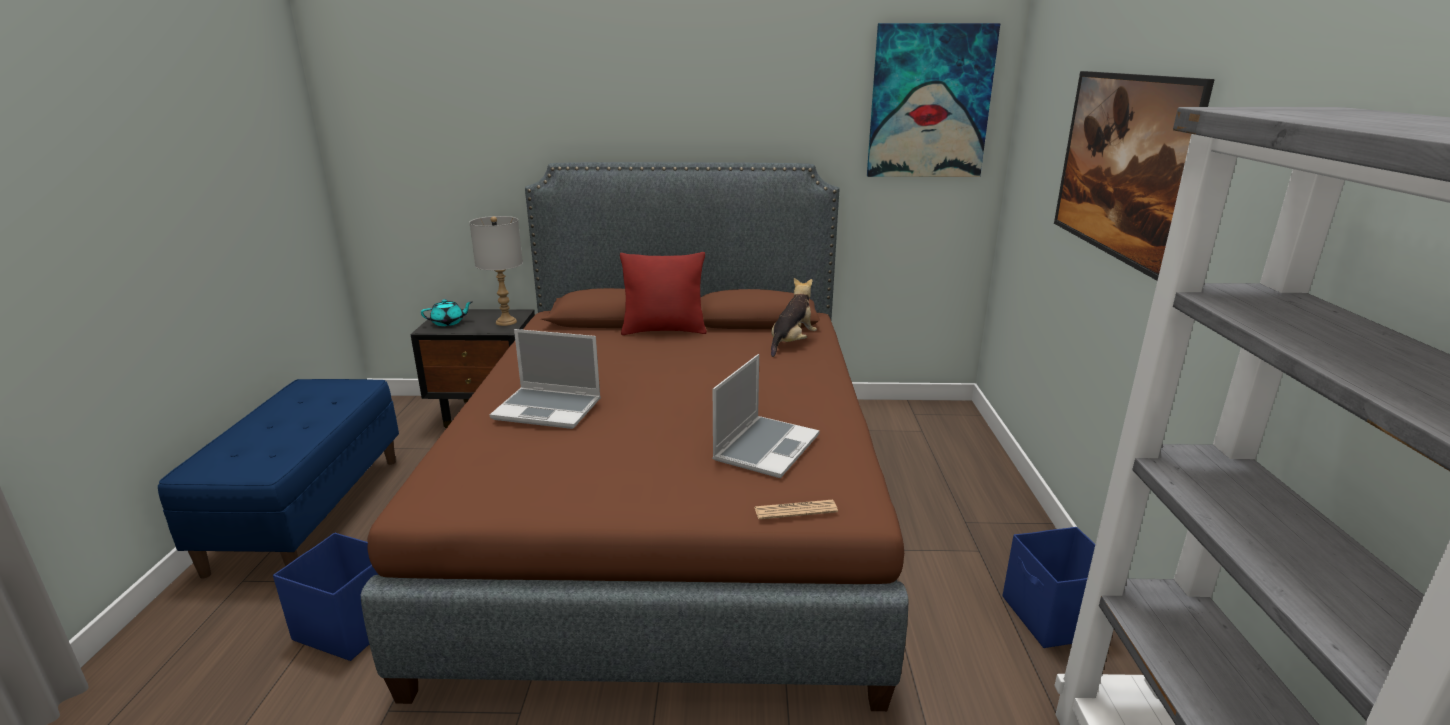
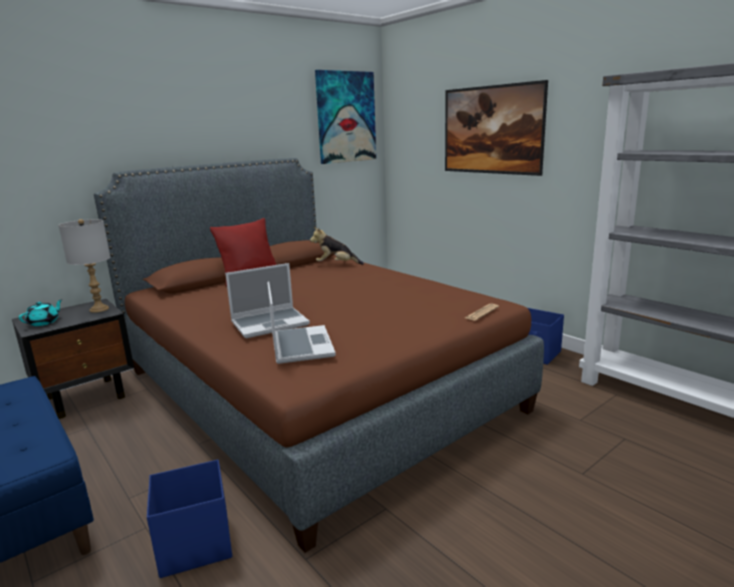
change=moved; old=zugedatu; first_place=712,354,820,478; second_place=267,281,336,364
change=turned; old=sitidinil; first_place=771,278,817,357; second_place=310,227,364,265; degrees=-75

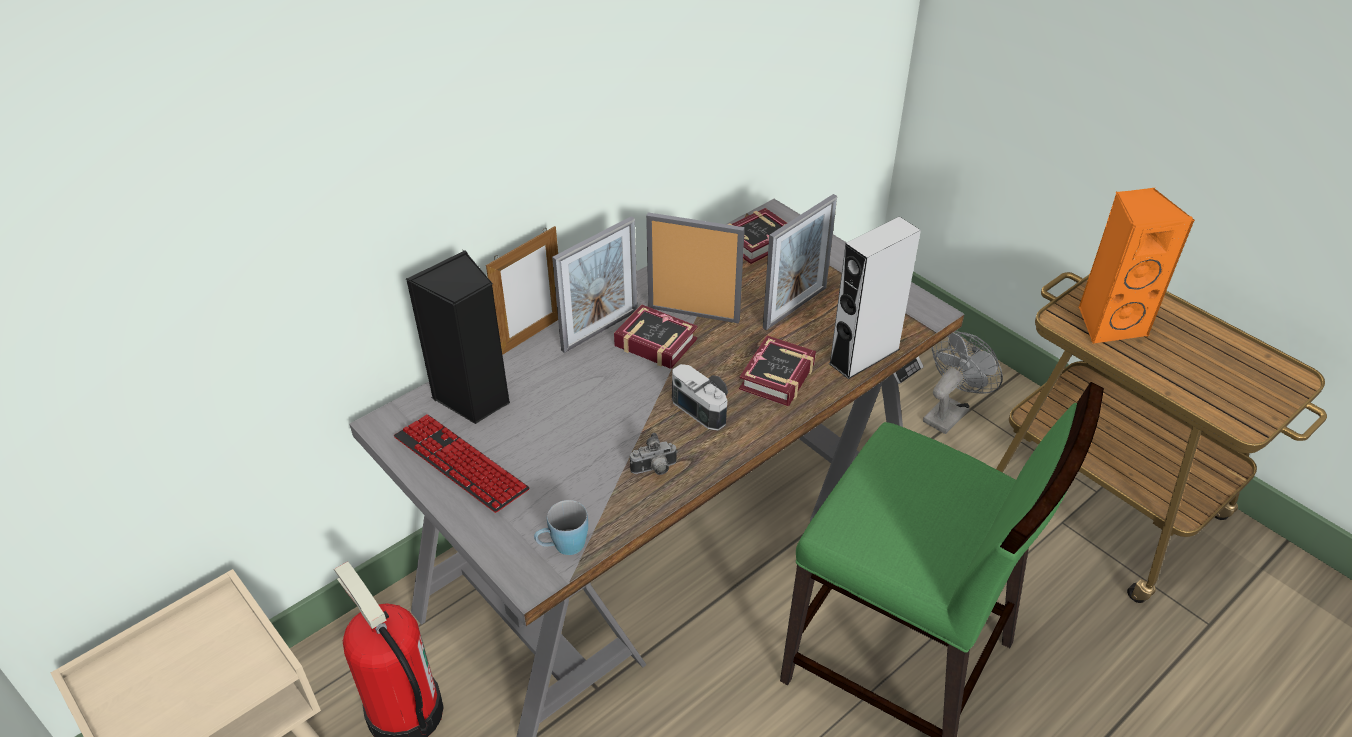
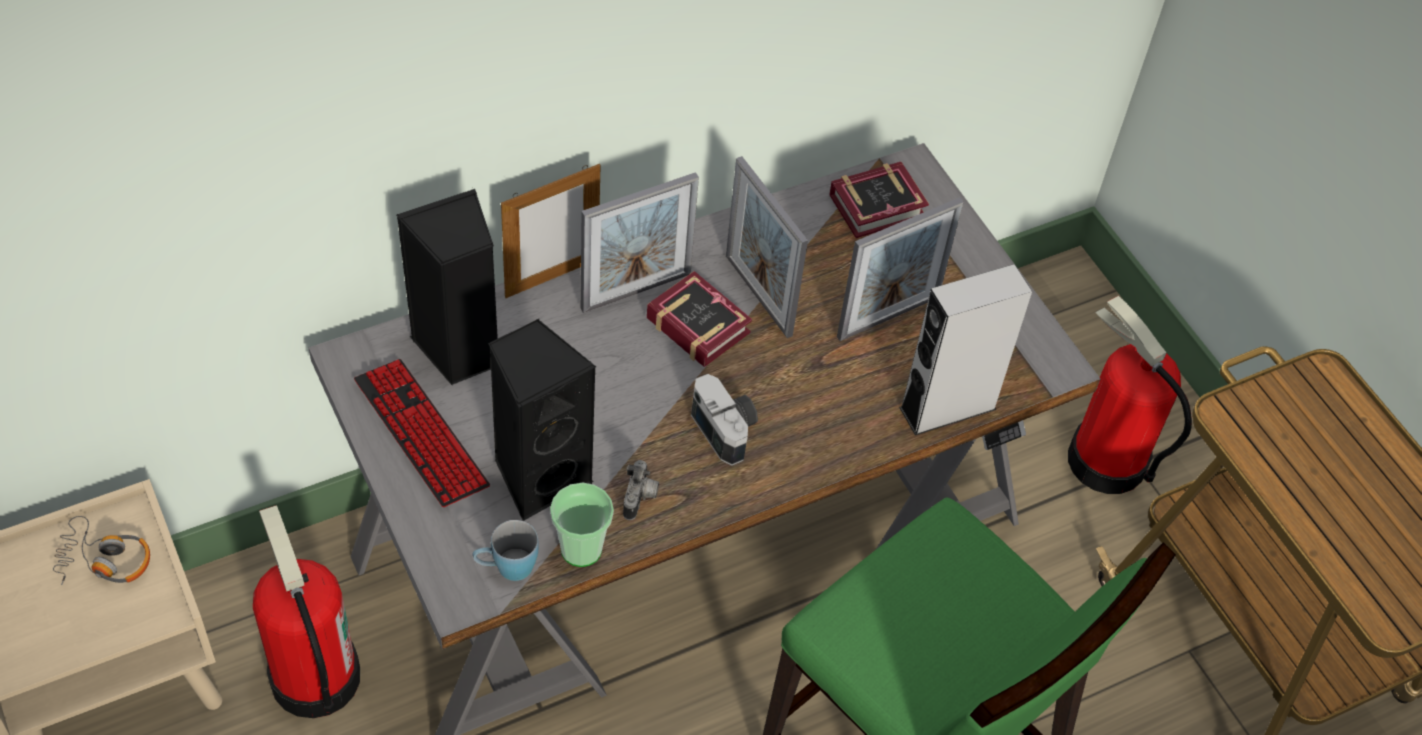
change=removed; old=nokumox; first_place=739,336,816,407
change=removed; old=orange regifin; first_place=1079,188,1194,344
change=added; new=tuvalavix; second_place=53,516,150,585
change=added; new=black regifin; second_place=488,319,596,521
change=added; new=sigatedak; second_place=550,483,614,567
change=replaced; old=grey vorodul; new=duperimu; first_place=923,331,1003,434; second_place=1068,296,1192,494
change=turned; old=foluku; first_place=630,433,678,475; second_place=623,460,659,520; degrees=-75
change=turned; old=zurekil; first_place=646,212,745,324; second_place=726,156,808,338; degrees=-150

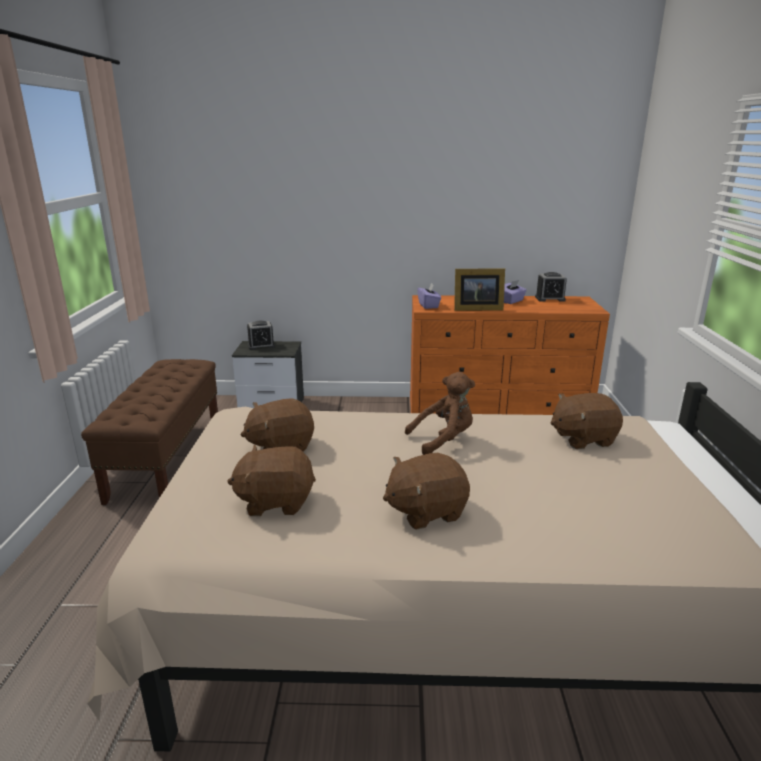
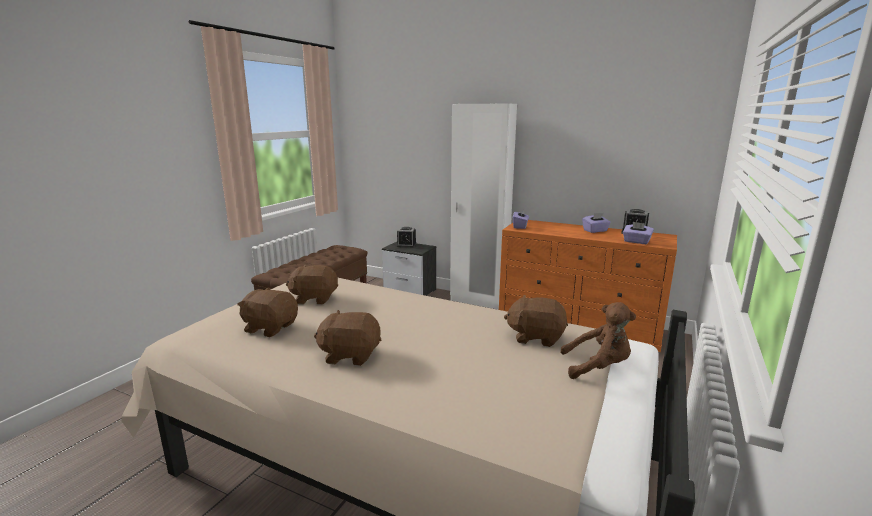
change=removed; old=zurekil; first_place=454,268,505,311
change=added; new=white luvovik; second_place=450,104,517,310
change=added; new=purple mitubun; second_place=623,222,654,244
change=moved; old=brown sitidinil; first_place=405,372,475,455; second_place=560,302,636,379

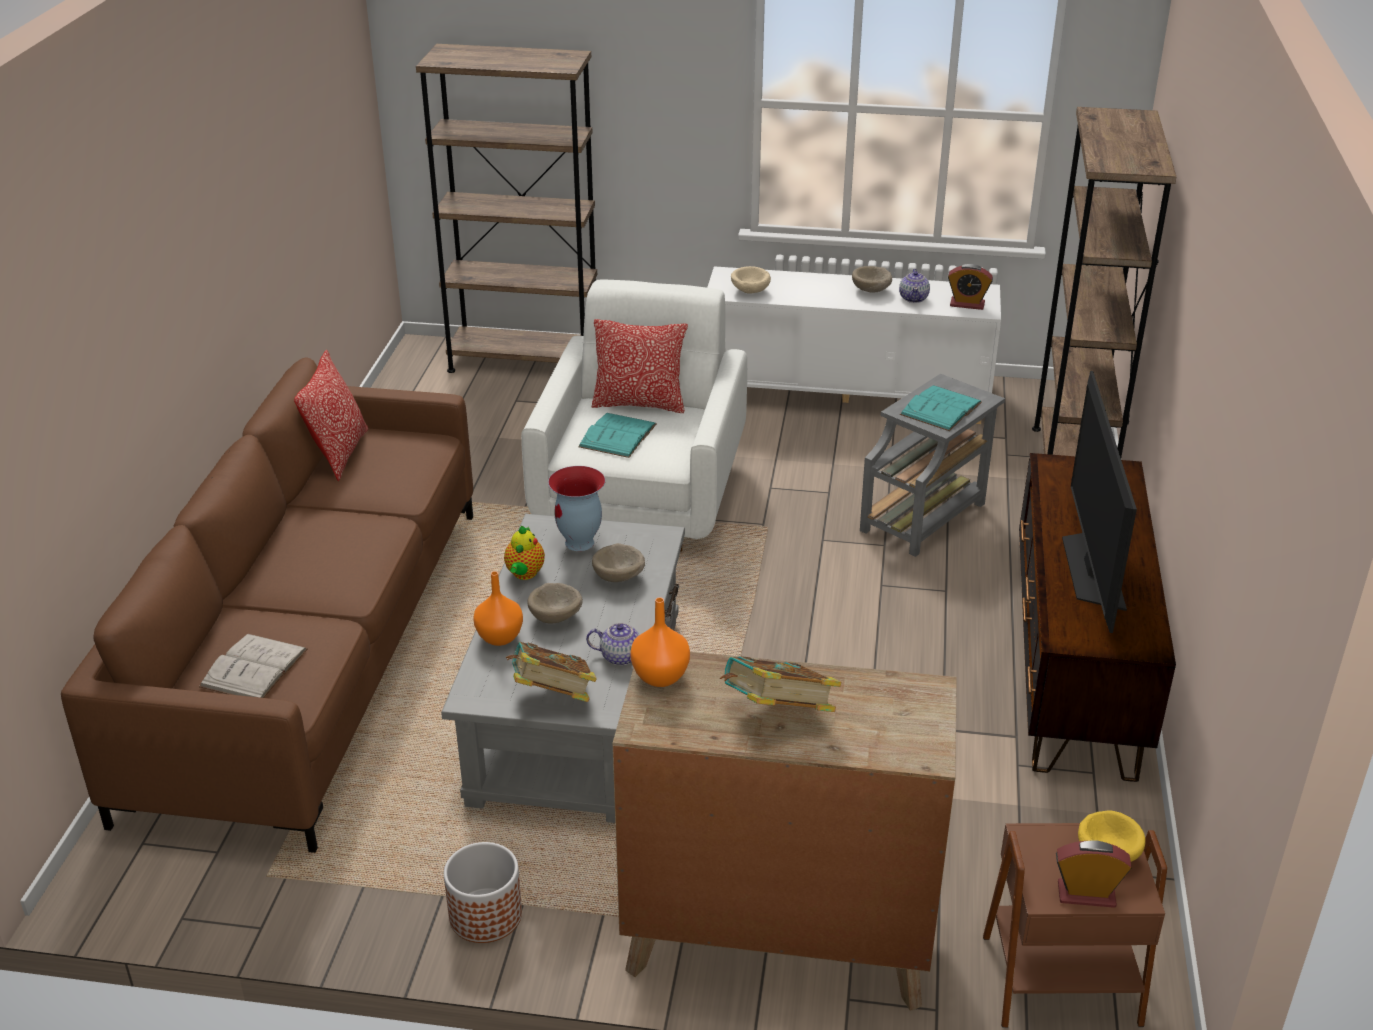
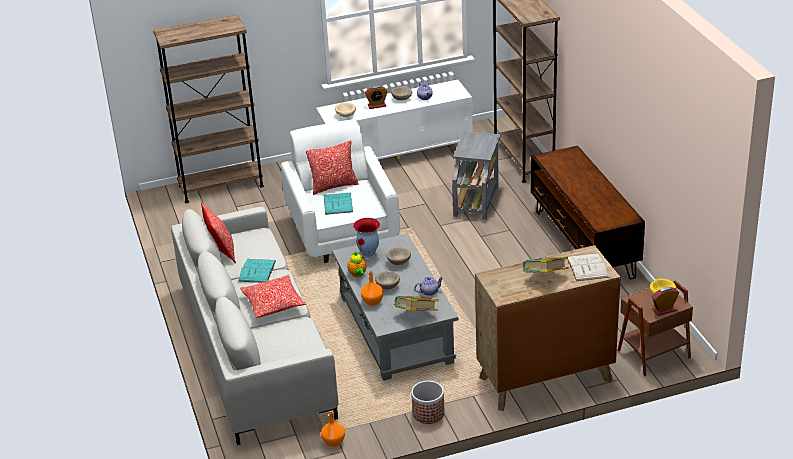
change=removed; old=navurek; first_place=1062,371,1137,633
change=added; new=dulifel; second_place=240,275,306,318
change=moved; old=white nokumox; first_place=199,634,308,698; second_place=567,253,609,281
change=moved; old=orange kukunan; first_place=631,597,690,687; second_place=321,412,345,447
change=moved; old=turquoise nokumox; first_place=900,385,982,431; second_place=238,259,276,283
change=moved; old=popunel; first_place=948,264,993,310; second_place=365,86,387,109
change=recoloured; old=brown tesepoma; new=grey tesepoma; first_place=61,358,473,853; second_place=171,207,338,445

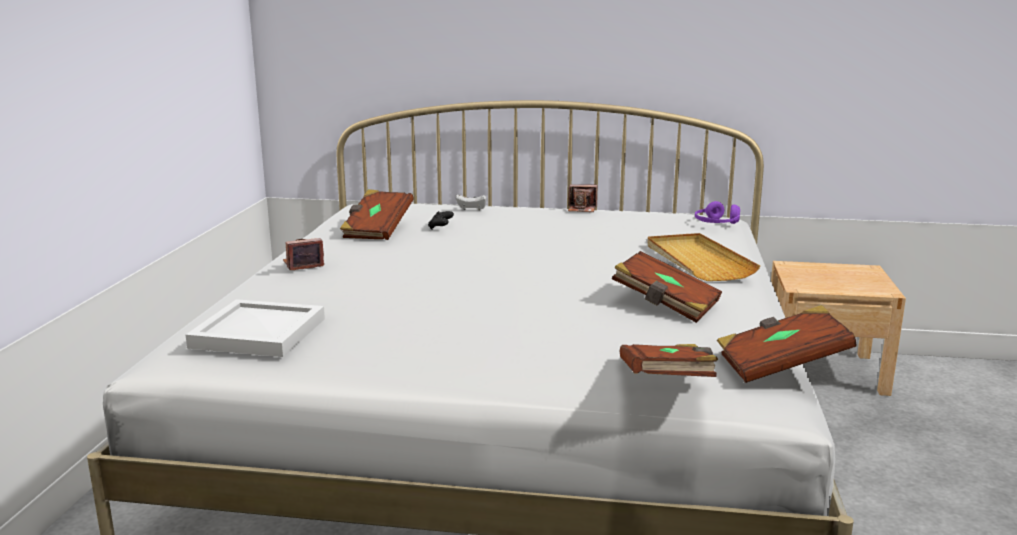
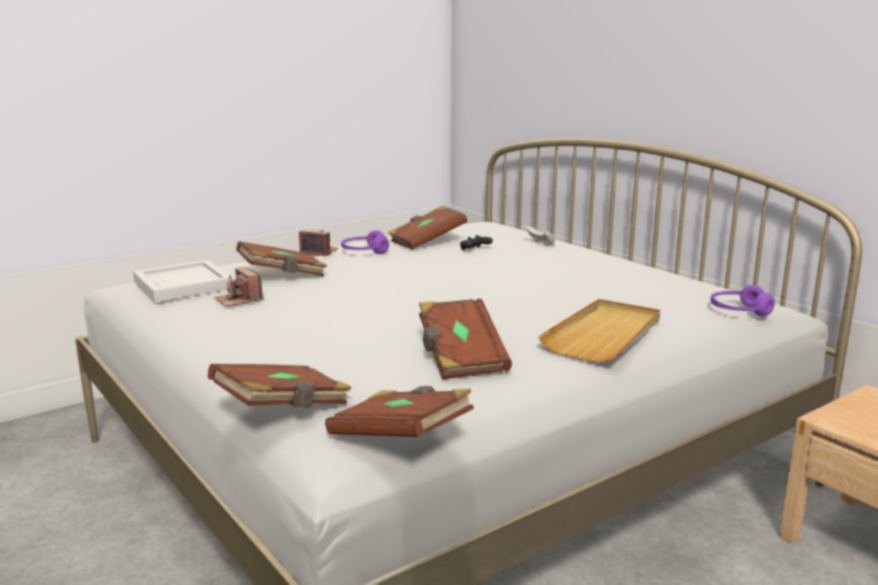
change=added; new=brown nokumox; second_place=236,241,327,277
change=added; new=purple tuvalavix; second_place=341,230,389,254
change=moved; old=foluku; first_place=568,184,597,212; second_place=214,267,263,307

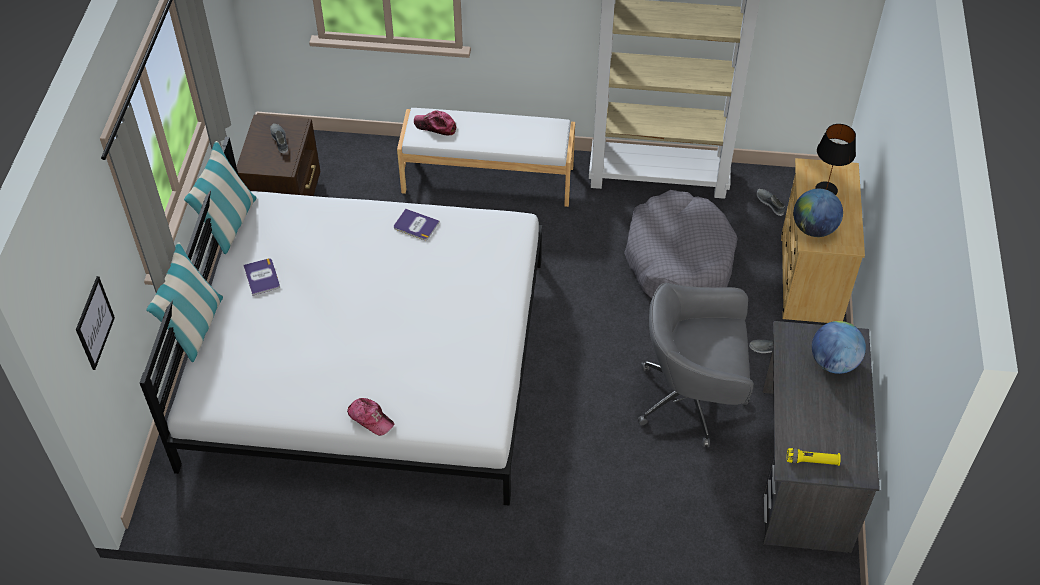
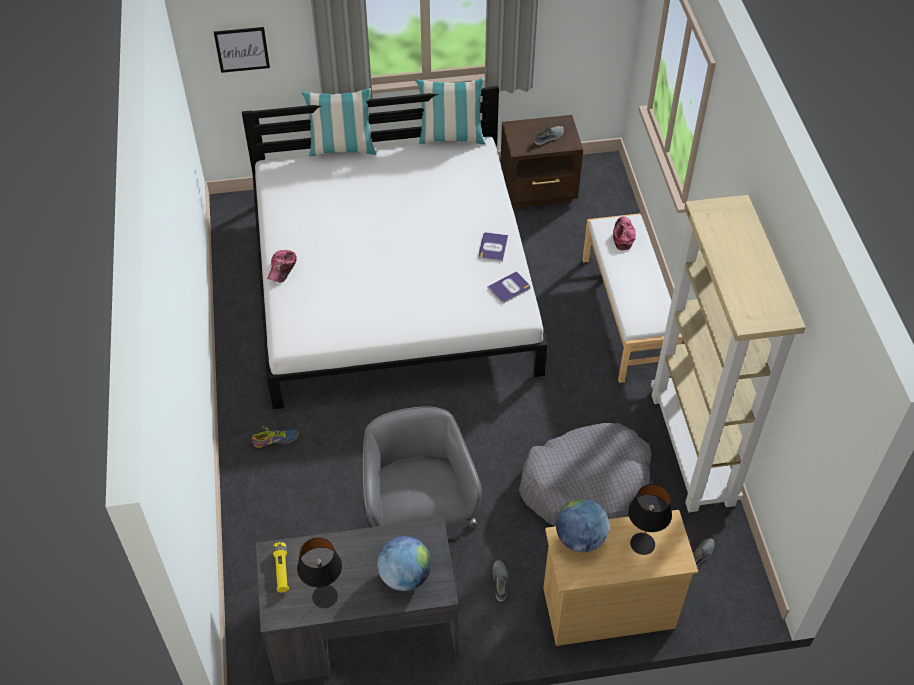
change=added; new=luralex; second_place=252,426,299,448
change=added; new=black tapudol; second_place=297,538,342,608
change=moved; old=nokumox; first_place=244,258,280,296; second_place=488,271,531,303

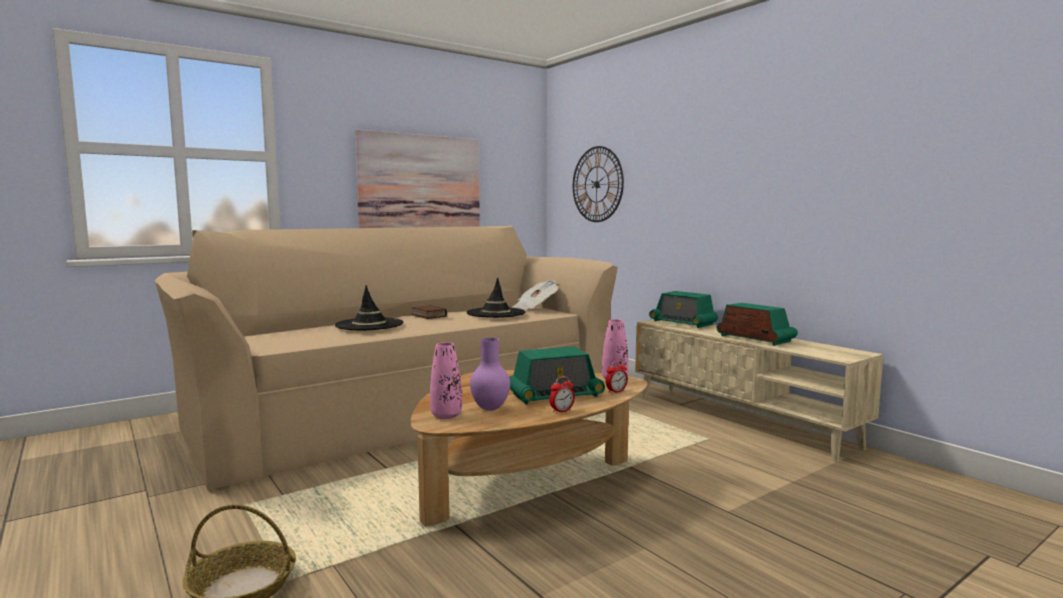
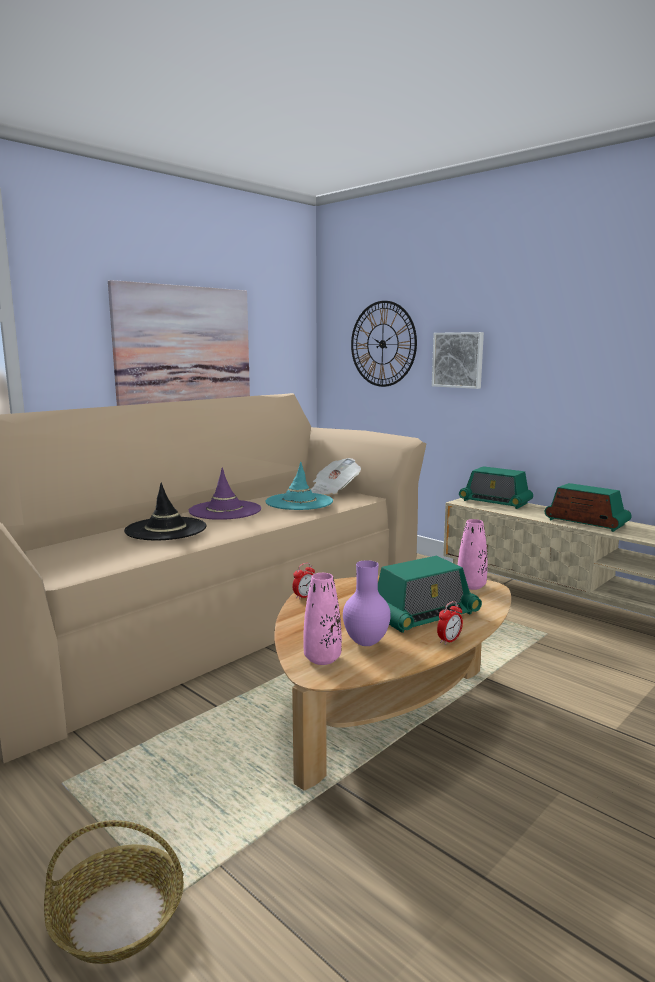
change=added; new=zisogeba; second_place=432,332,484,389
change=moved; old=popunel; first_place=606,360,628,394; second_place=292,563,315,600
change=replaced; old=nokumox; new=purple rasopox; first_place=412,305,447,319; second_place=189,468,261,520
change=recoloured; old=black rasopox; new=turquoise rasopox; first_place=467,277,526,318; second_place=266,462,333,510

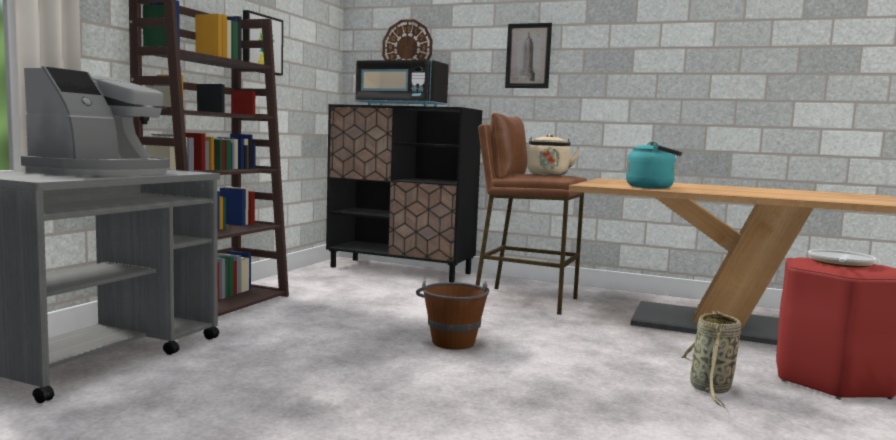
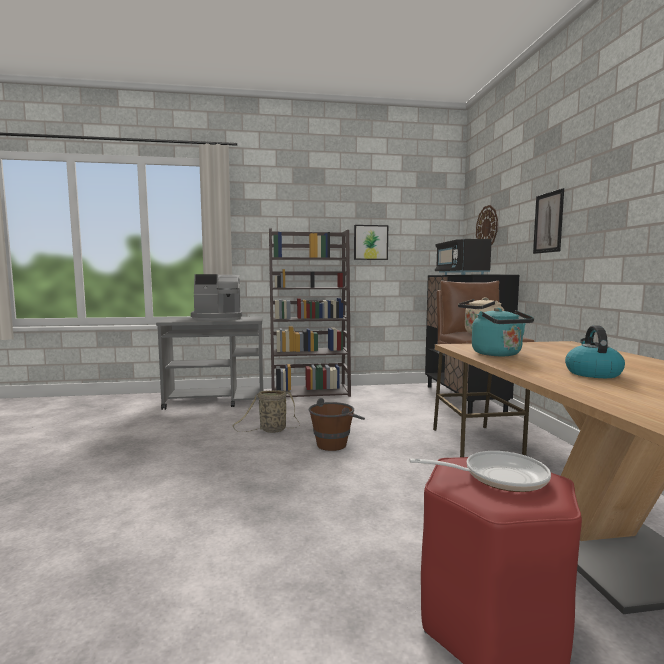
change=added; new=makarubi; second_place=565,325,625,378
change=moved; old=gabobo; first_place=680,311,741,408; second_place=232,390,300,433

